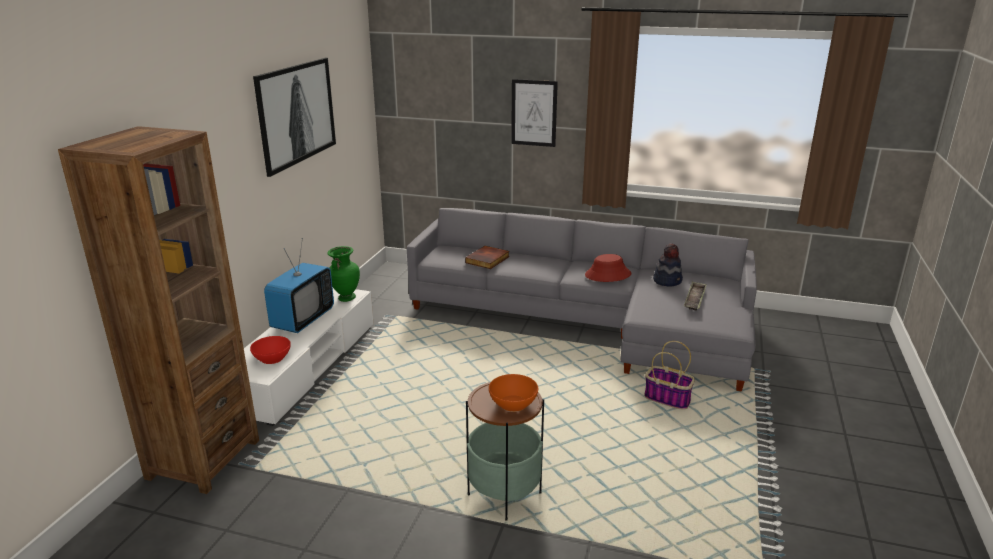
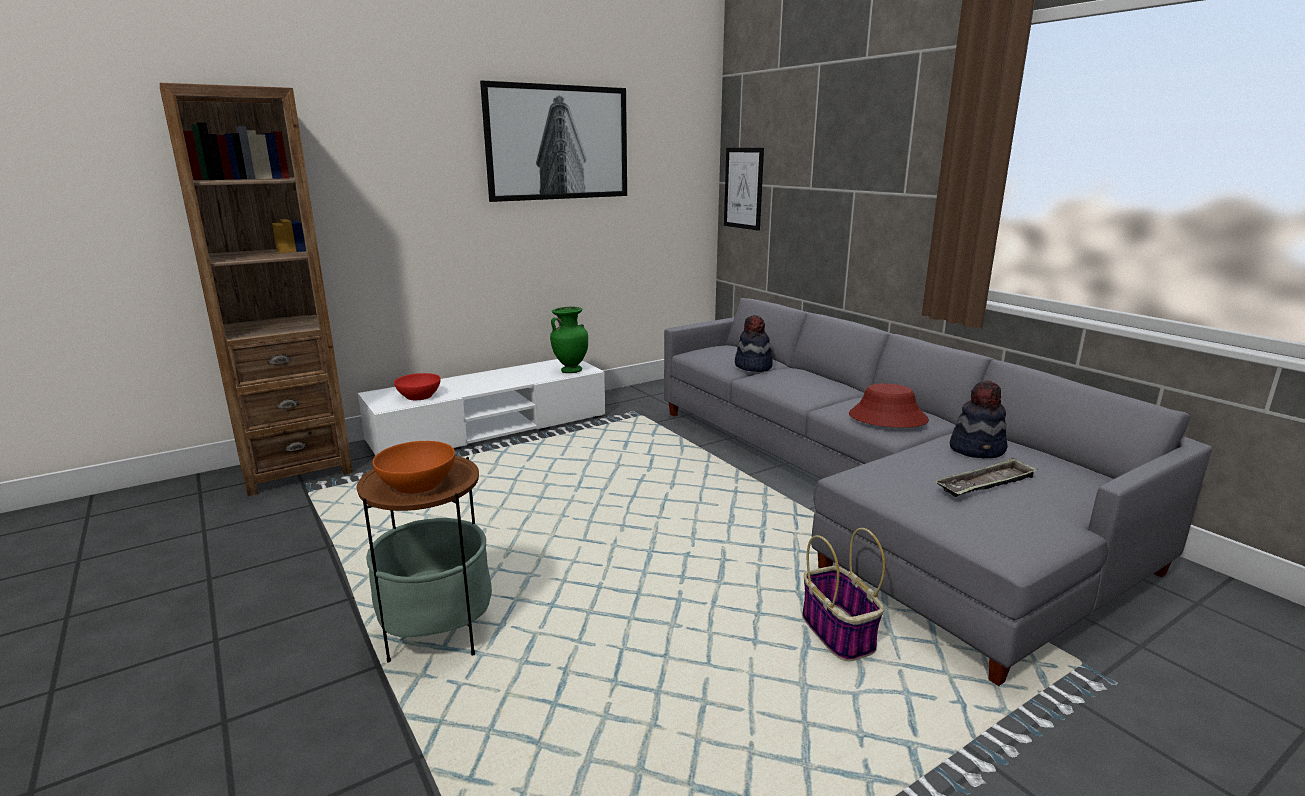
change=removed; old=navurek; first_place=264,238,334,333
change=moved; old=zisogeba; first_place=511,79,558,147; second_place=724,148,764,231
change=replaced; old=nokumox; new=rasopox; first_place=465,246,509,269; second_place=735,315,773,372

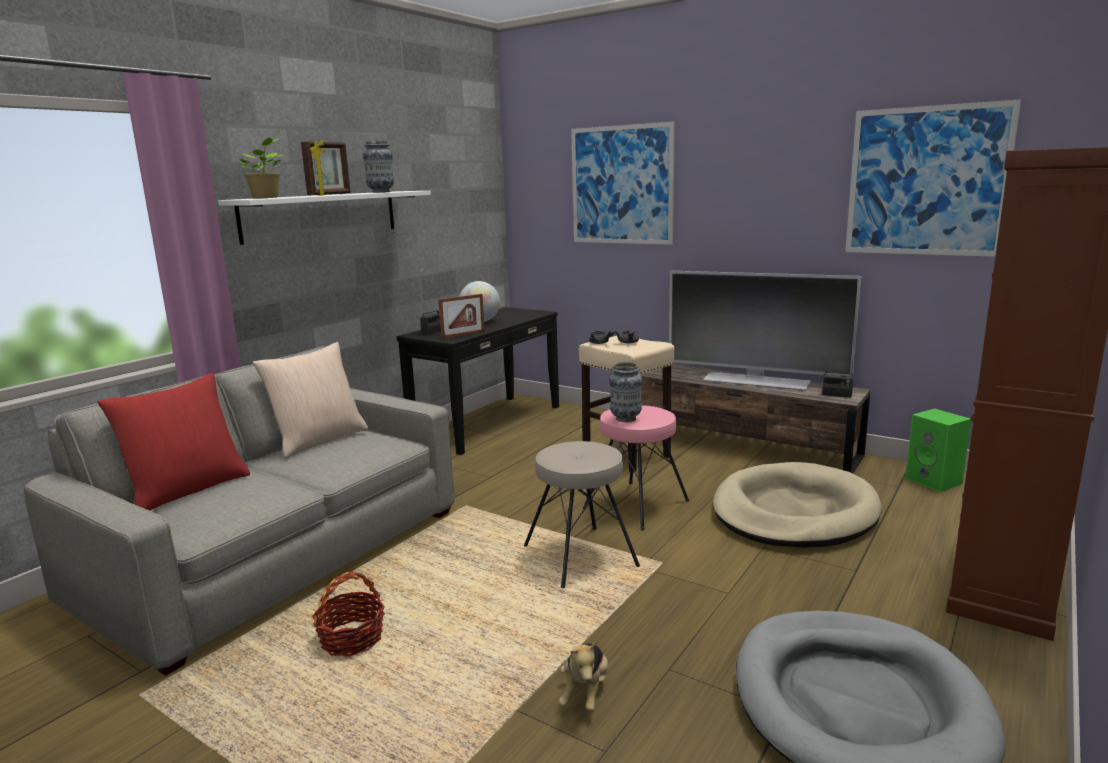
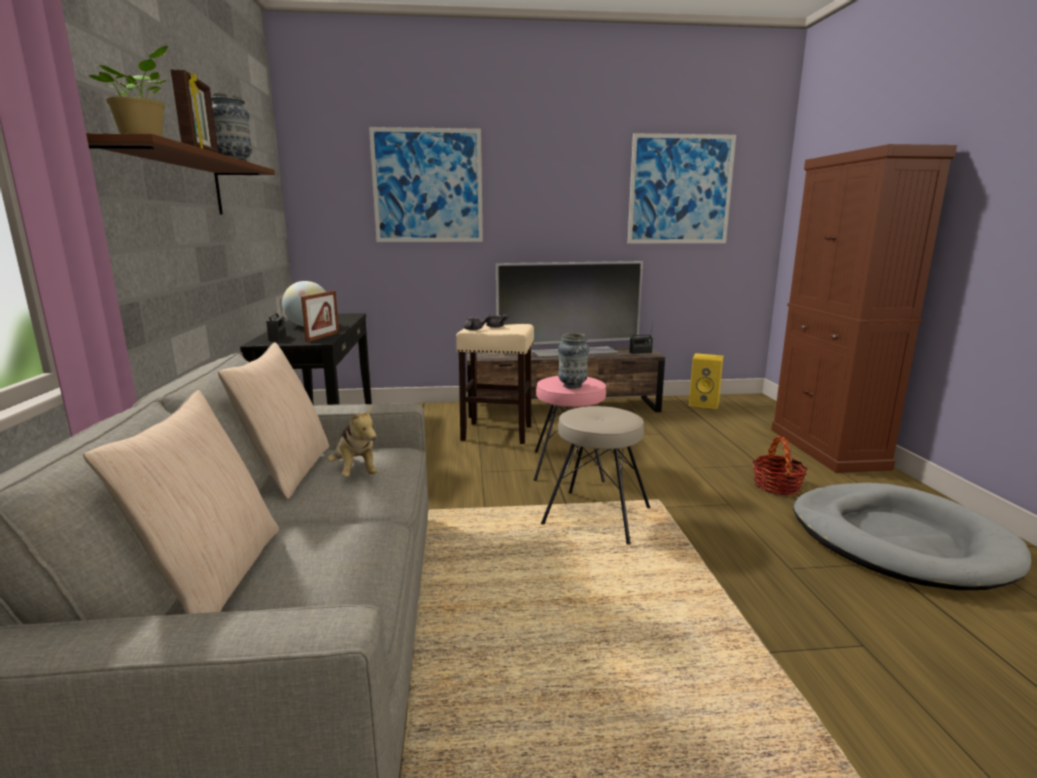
change=removed; old=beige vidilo; first_place=712,462,882,548
change=moved; old=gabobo; first_place=312,571,385,657; second_place=752,436,808,495
change=moved; old=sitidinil; first_place=559,641,608,712; second_place=327,406,377,477
change=recoloured; old=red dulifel; new=beige dulifel; first_place=97,373,250,510; second_place=83,390,279,614
change=recoloured; old=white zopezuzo; new=brown zopezuzo; first_place=218,191,431,245; second_place=86,133,275,215
change=recoloured; old=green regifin; new=yellow regifin; first_place=905,409,971,492; second_place=689,353,723,409

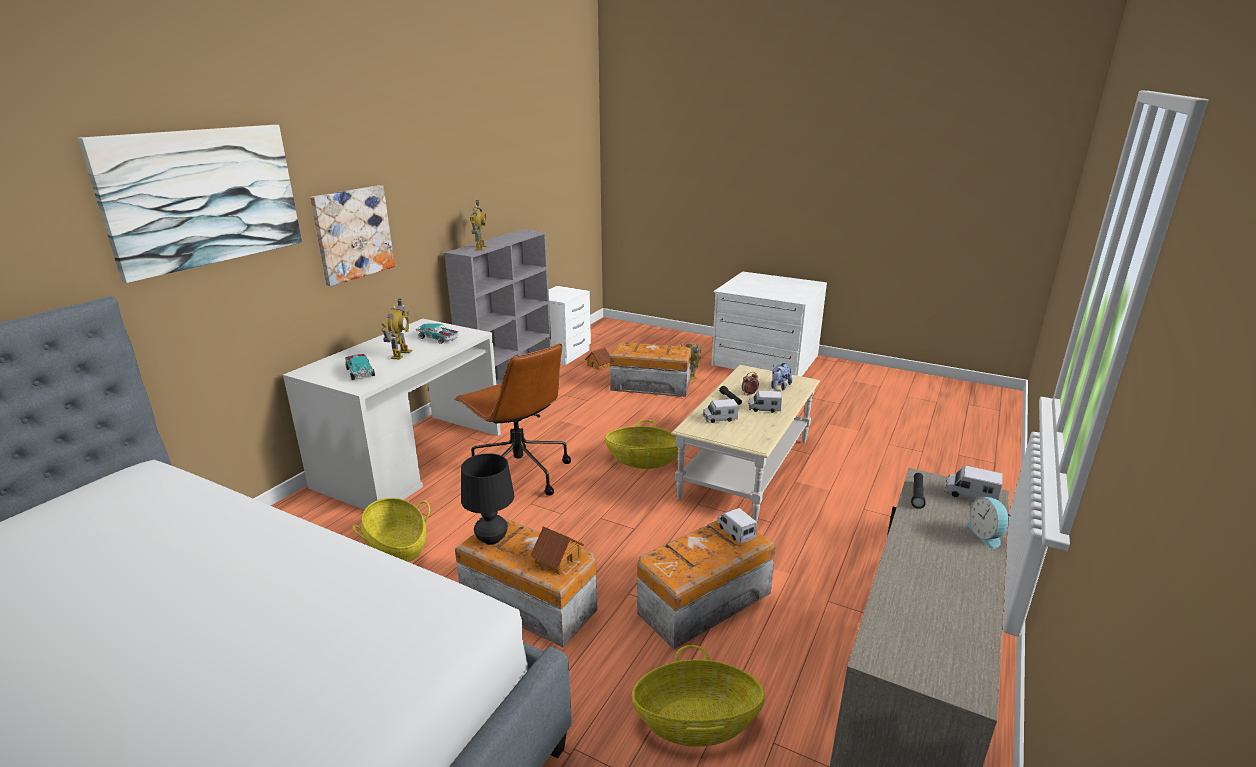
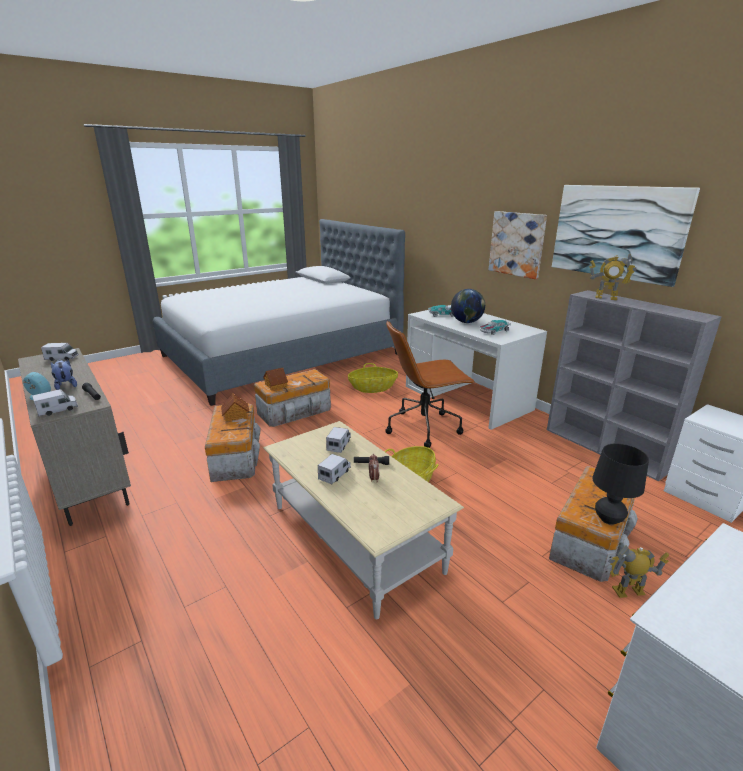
change=removed; old=gabobo; first_place=632,645,765,747
change=moved; old=zisogeba; first_place=78,125,302,283; second_place=552,185,700,287
change=moved; old=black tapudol; first_place=461,453,514,545; second_place=592,444,649,525
change=moved; old=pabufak; first_place=585,347,610,371; second_place=221,394,250,421
change=moved; old=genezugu; first_place=717,508,757,544; second_place=41,343,78,361
change=moved; old=sitidinil; first_place=771,362,792,391; second_place=51,359,77,390
change=replaced; old=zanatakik; new=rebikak; first_place=381,299,412,360; second_place=451,289,485,323

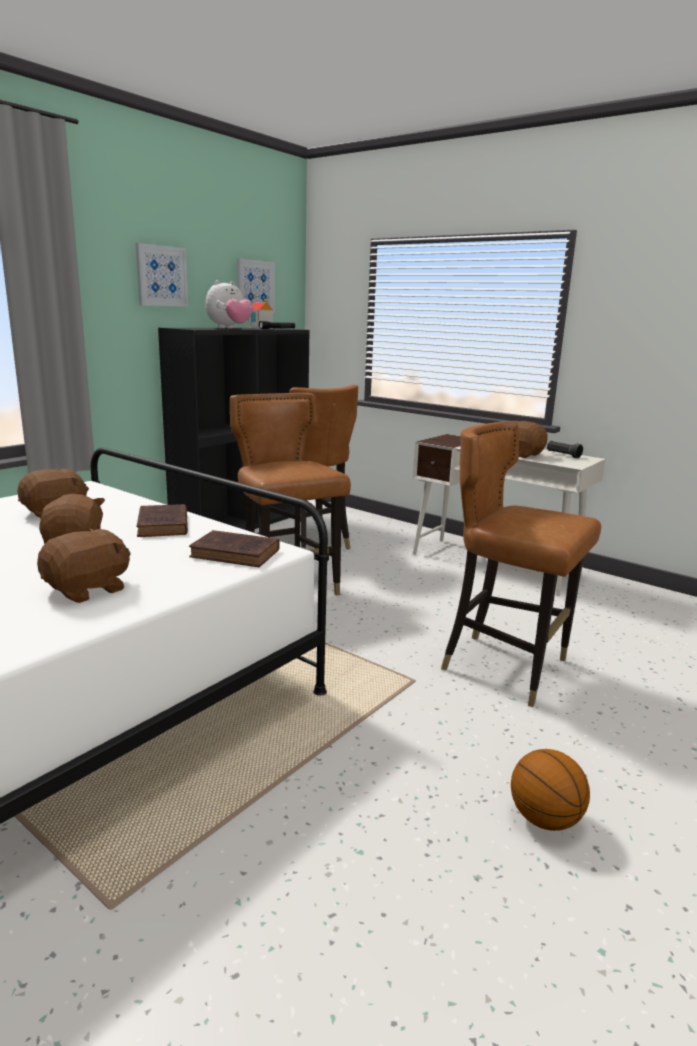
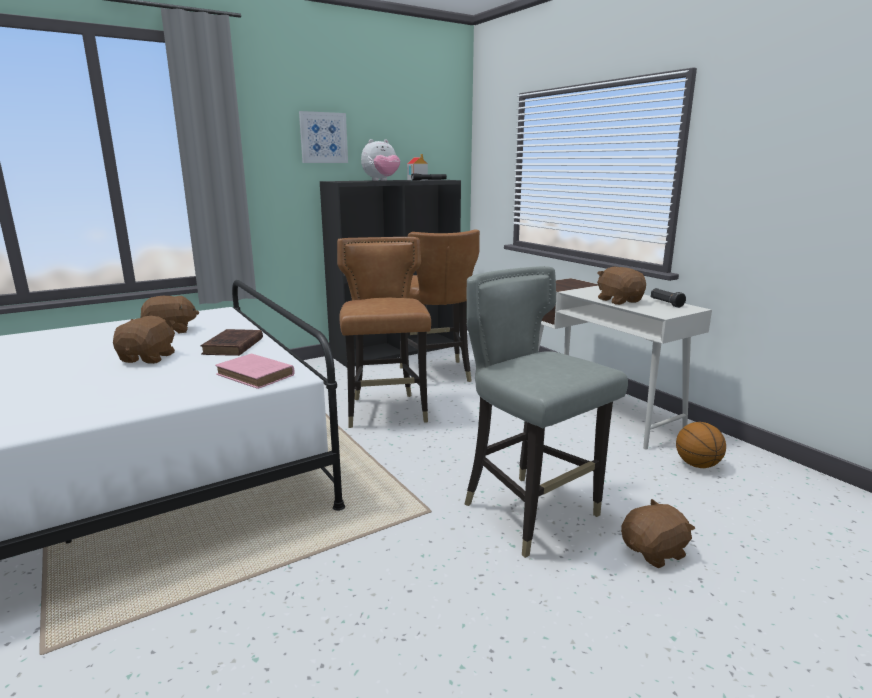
change=removed; old=zisogeba; first_place=237,259,275,313
change=moved; old=brown sitidinil; first_place=37,528,131,603; second_place=621,499,695,568
change=moved; old=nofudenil; first_place=511,749,590,831; second_place=676,422,726,468
change=recoloured; old=brown nokumox; new=pink nokumox; first_place=189,530,280,567; second_place=215,354,295,389
change=recoloured; old=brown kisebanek; new=grey kisebanek; first_place=441,422,601,707; second_place=464,266,628,558

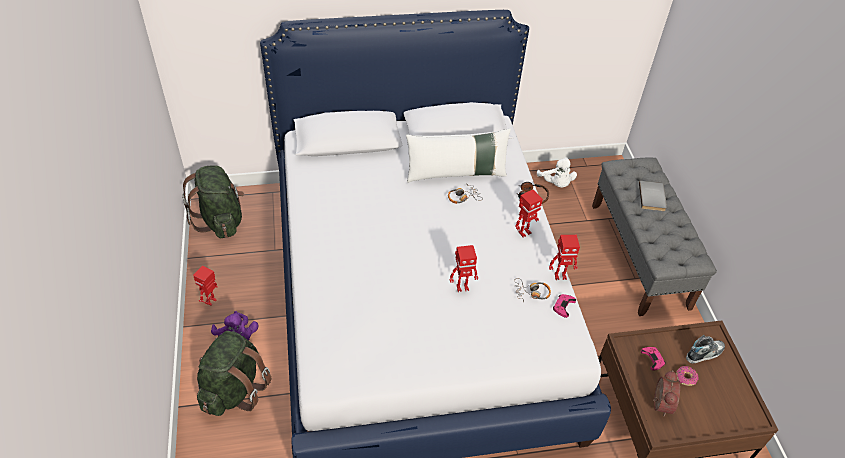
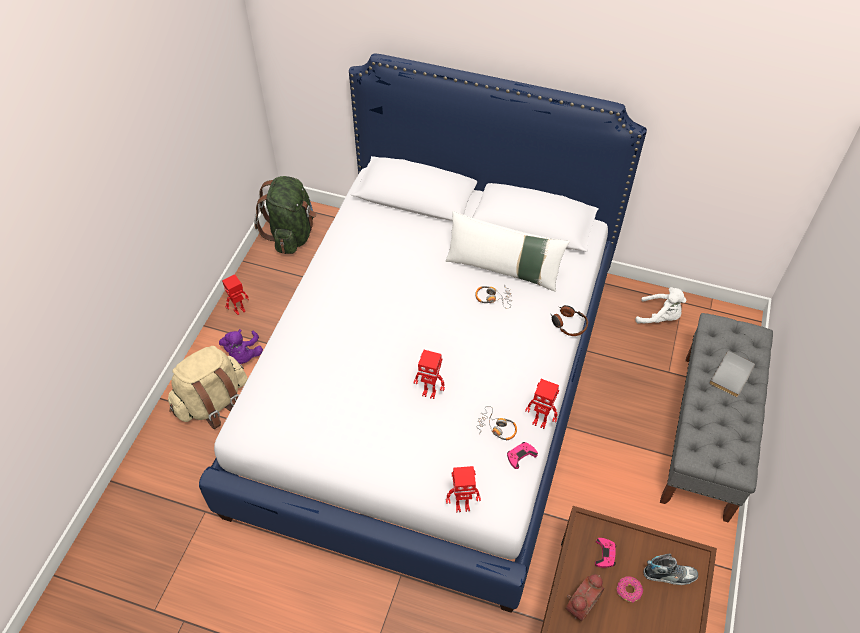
change=moved; old=zanatakik; first_place=515,190,543,238; second_place=446,466,481,512
change=recoloured; old=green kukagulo; new=beige kukagulo; first_place=197,331,271,416; second_place=168,346,247,429
change=turned; old=white sitidinil; first_place=537,157,577,188; second_place=635,287,687,323; degrees=-75

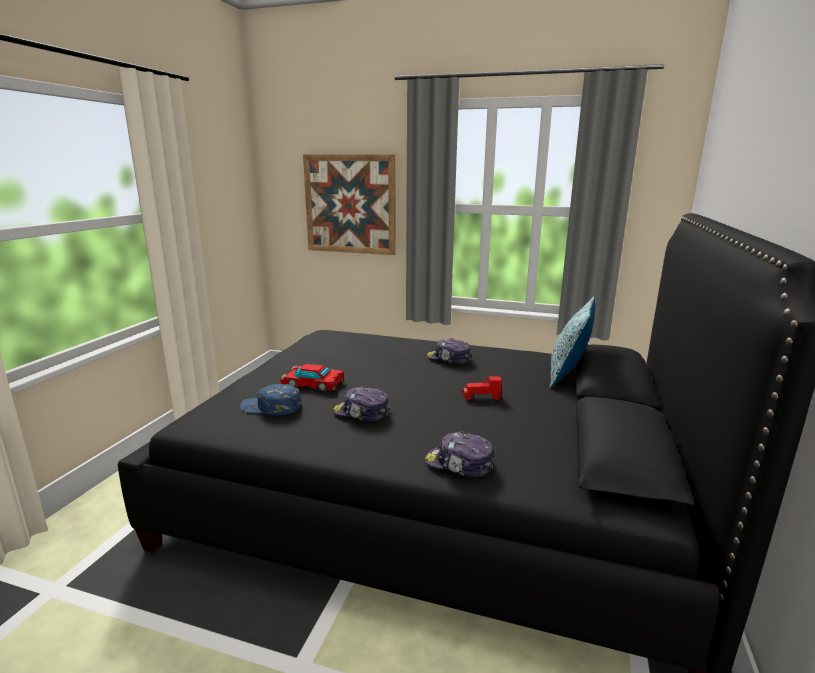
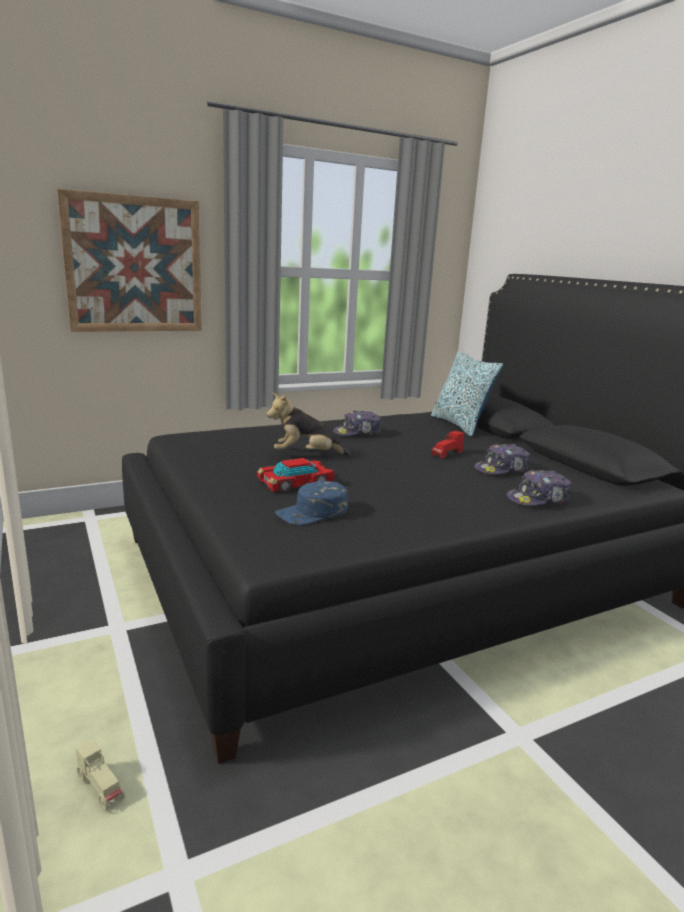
change=added; new=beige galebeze; second_place=76,739,125,811
change=added; new=sitidinil; second_place=267,393,351,456
change=moved; old=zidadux; first_place=332,386,390,421; second_place=474,444,530,474

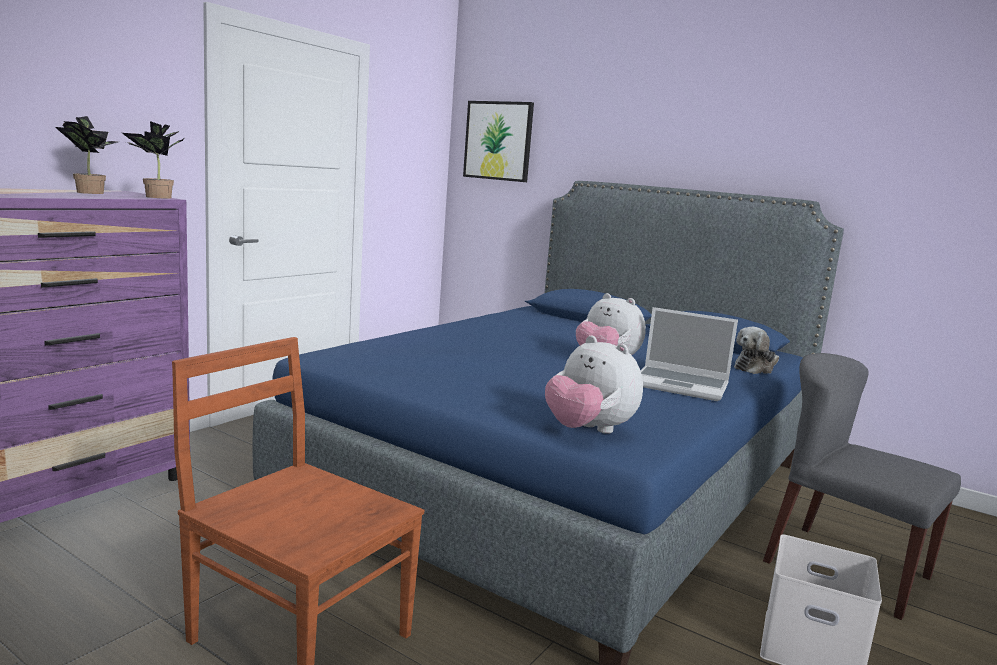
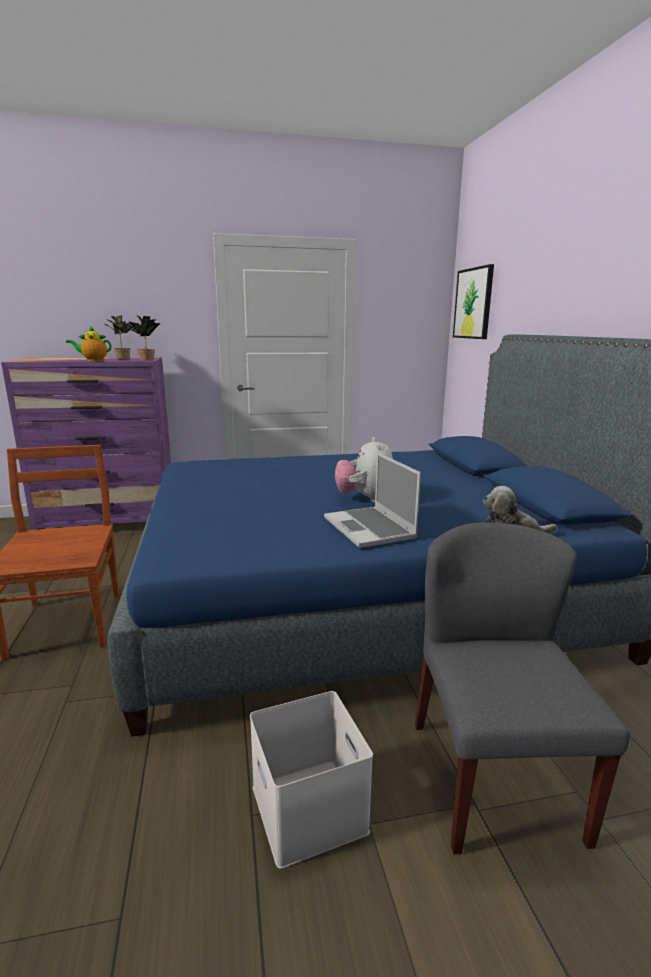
change=removed; old=sitidinil; first_place=545,336,643,434
change=added; new=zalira; second_place=66,326,111,361

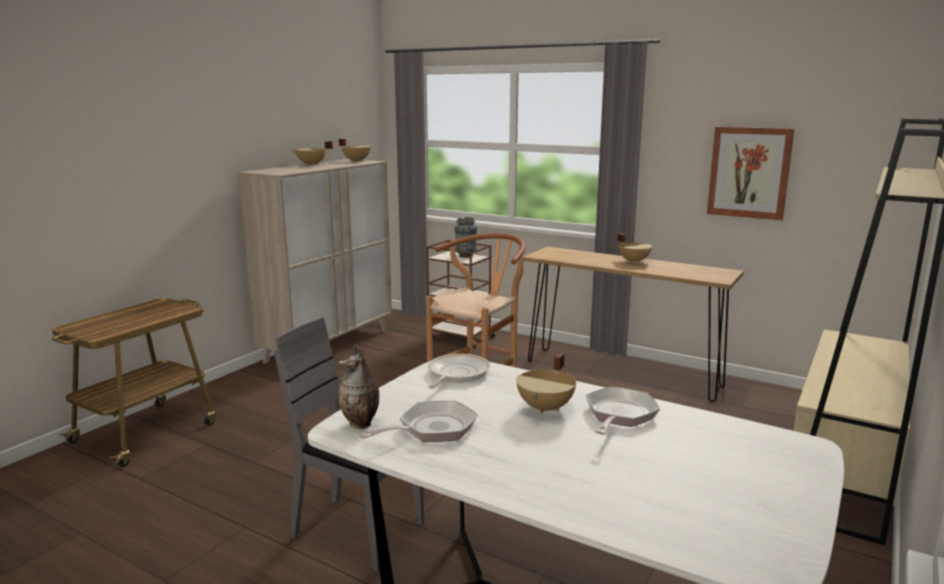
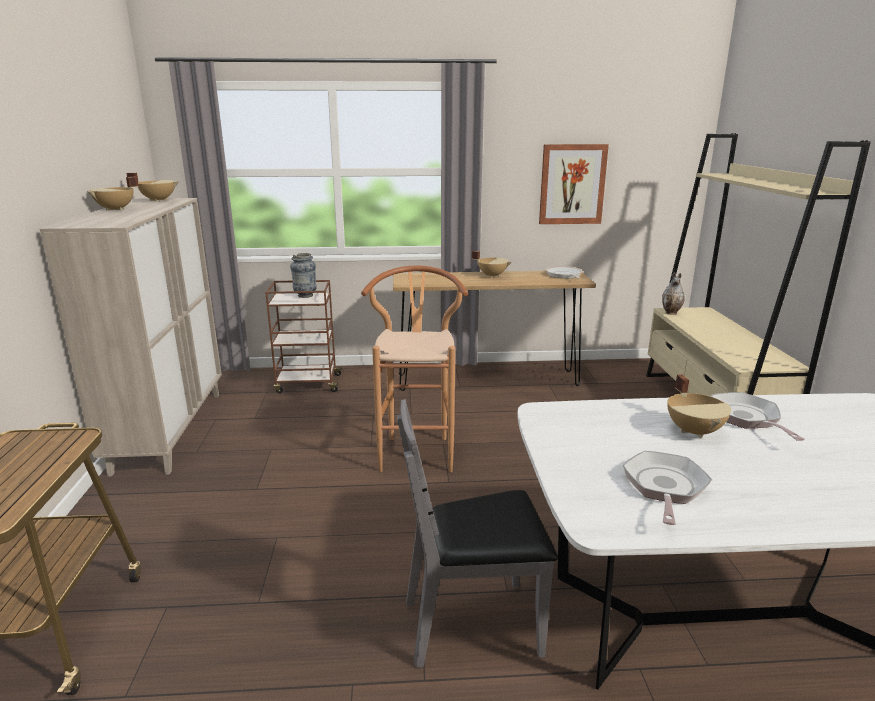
change=moved; old=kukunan; first_place=338,344,379,429; second_place=662,272,685,315
change=moved; old=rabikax; first_place=428,354,491,389; second_place=546,266,582,279

